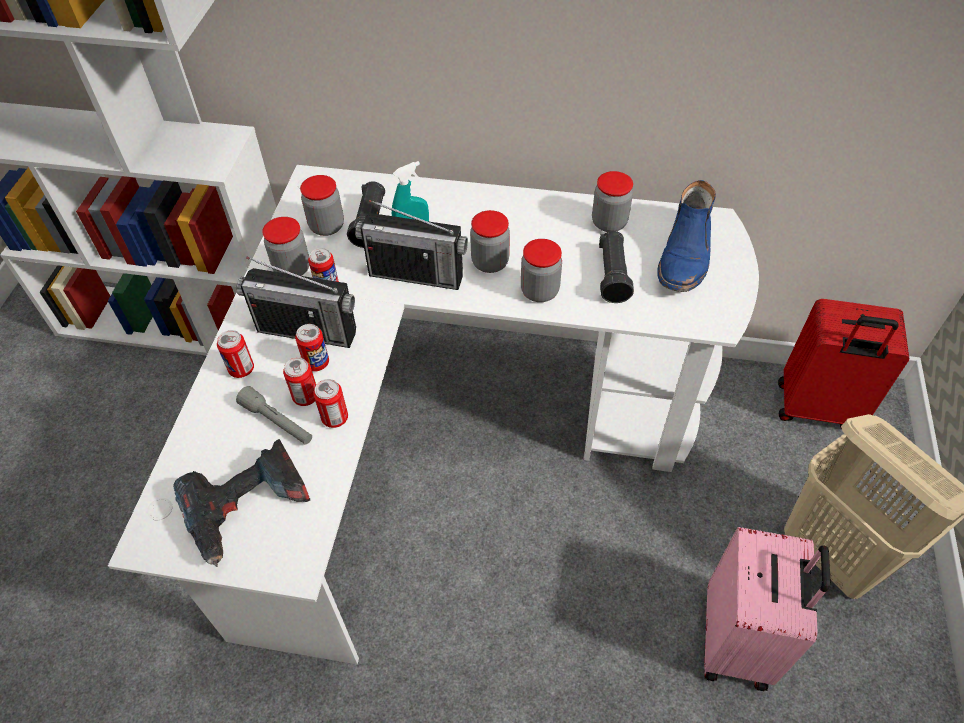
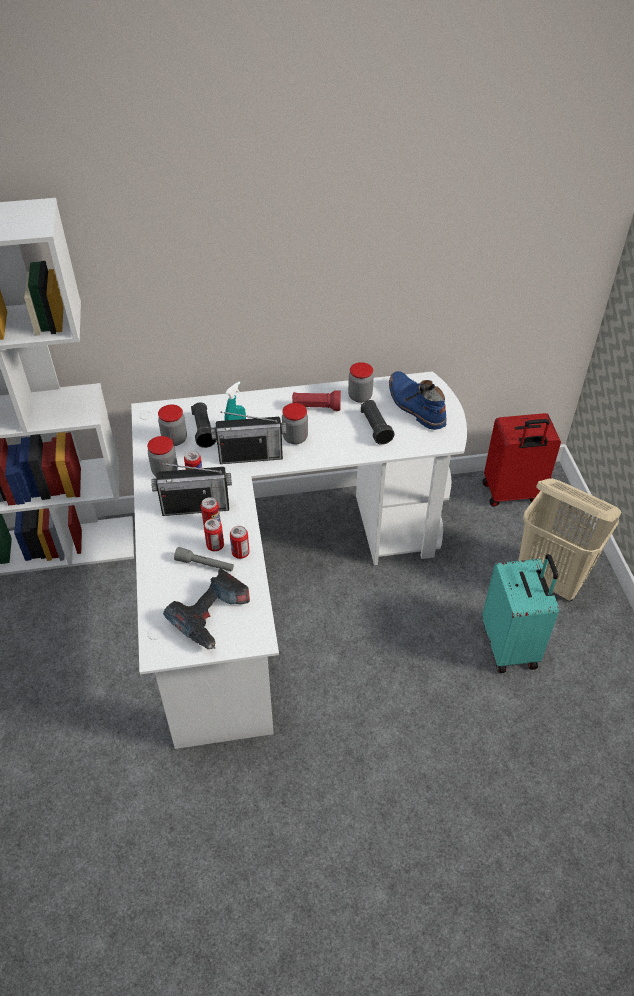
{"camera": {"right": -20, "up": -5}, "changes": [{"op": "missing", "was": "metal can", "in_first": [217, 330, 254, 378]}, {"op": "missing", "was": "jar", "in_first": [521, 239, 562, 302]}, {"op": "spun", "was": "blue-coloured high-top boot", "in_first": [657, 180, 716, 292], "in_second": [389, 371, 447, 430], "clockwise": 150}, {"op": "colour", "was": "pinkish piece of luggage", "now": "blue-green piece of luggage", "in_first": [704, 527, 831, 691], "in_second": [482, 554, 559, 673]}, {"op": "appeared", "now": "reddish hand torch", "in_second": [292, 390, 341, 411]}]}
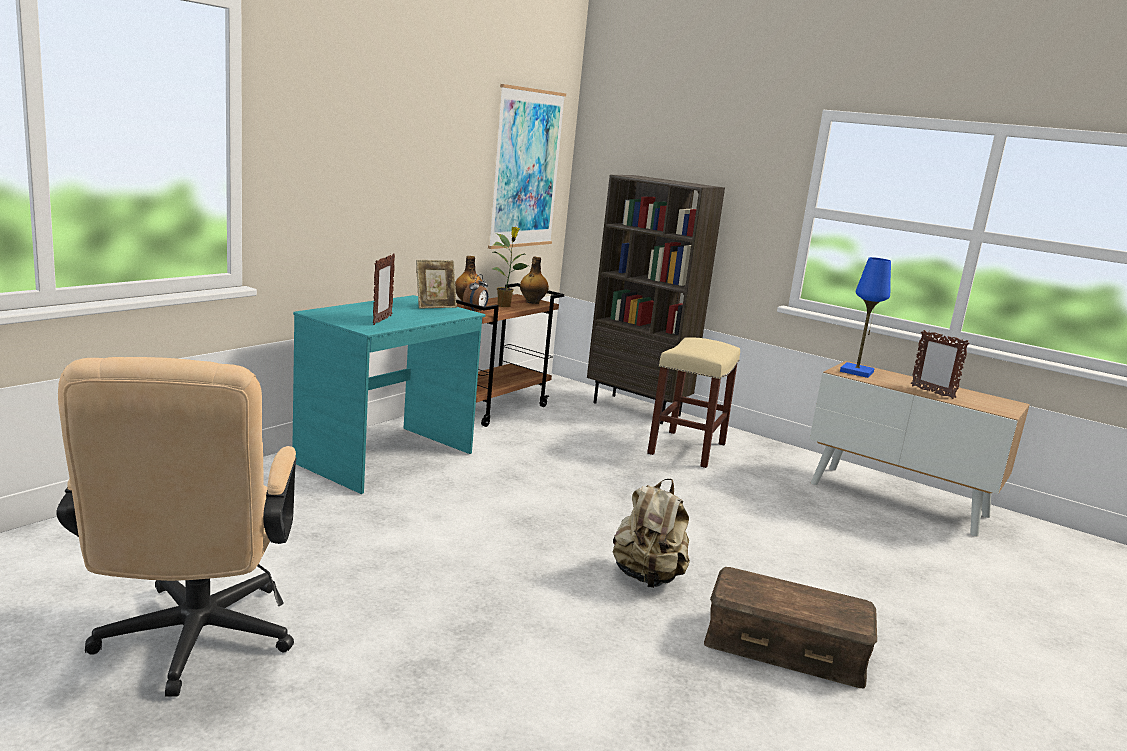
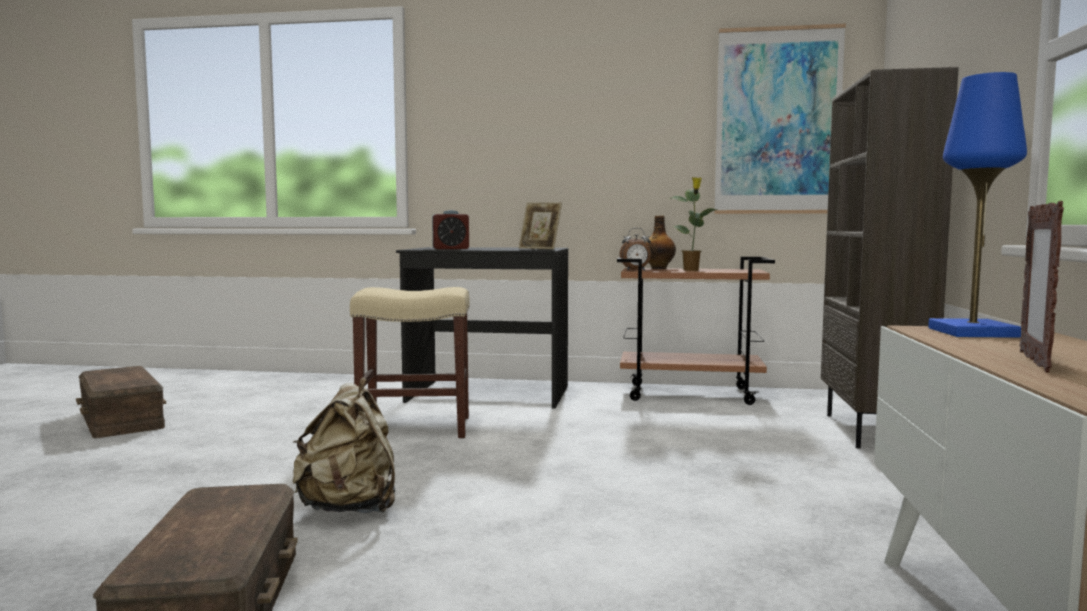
{"camera": {"right": 65, "up": -10}, "changes": [{"op": "exchanged", "was": "beige office chair", "now": "brown-coloured storage bin", "in_first": [56, 357, 296, 697], "in_second": [76, 366, 166, 438]}, {"op": "colour", "was": "blue-green desk unit", "now": "blackish desk unit", "in_first": [292, 295, 485, 494], "in_second": [396, 247, 568, 409]}, {"op": "exchanged", "was": "picture frame", "now": "bedside clock", "in_first": [373, 254, 395, 325], "in_second": [432, 210, 469, 249]}, {"op": "missing", "was": "drink bottle", "in_first": [520, 257, 549, 304]}, {"op": "relocated", "was": "beige stool", "in_first": [647, 337, 740, 468], "in_second": [350, 287, 470, 438]}]}
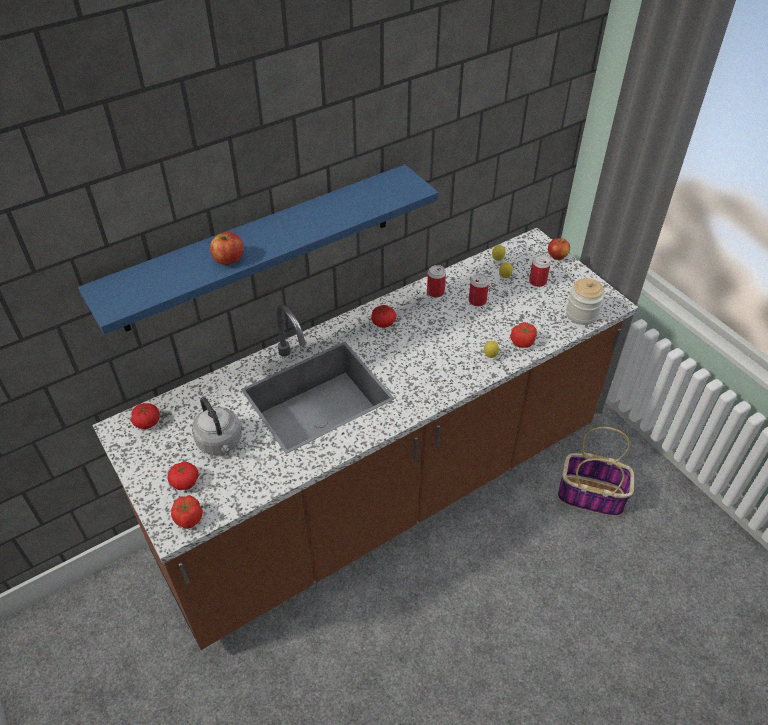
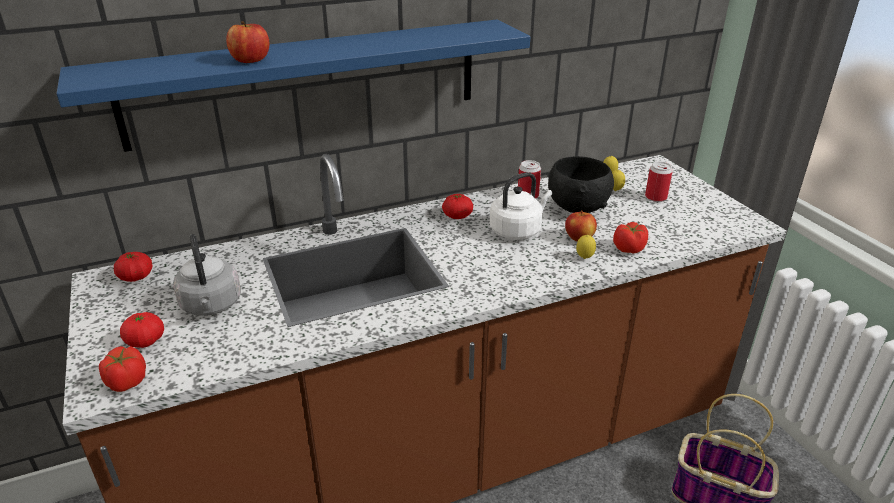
{"camera": {"right": 10, "up": -15}, "changes": [{"op": "exchanged", "was": "metal can", "now": "blackish bowl", "in_first": [469, 274, 489, 306], "in_second": [548, 156, 614, 213]}, {"op": "relocated", "was": "apple fruit", "in_first": [548, 238, 570, 260], "in_second": [565, 210, 597, 242]}, {"op": "missing", "was": "jar", "in_first": [566, 278, 605, 325]}, {"op": "appeared", "now": "whitish kettle", "in_second": [490, 172, 552, 240]}]}
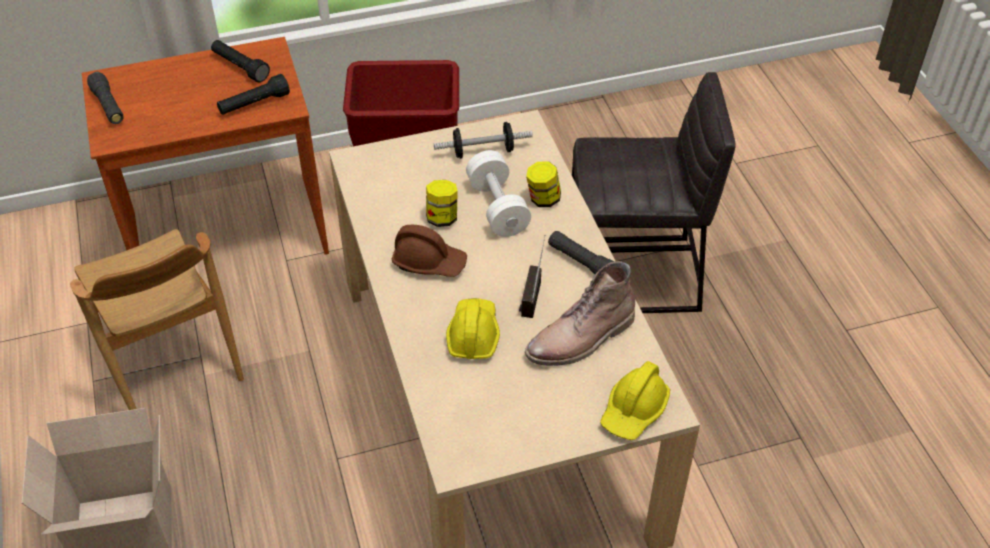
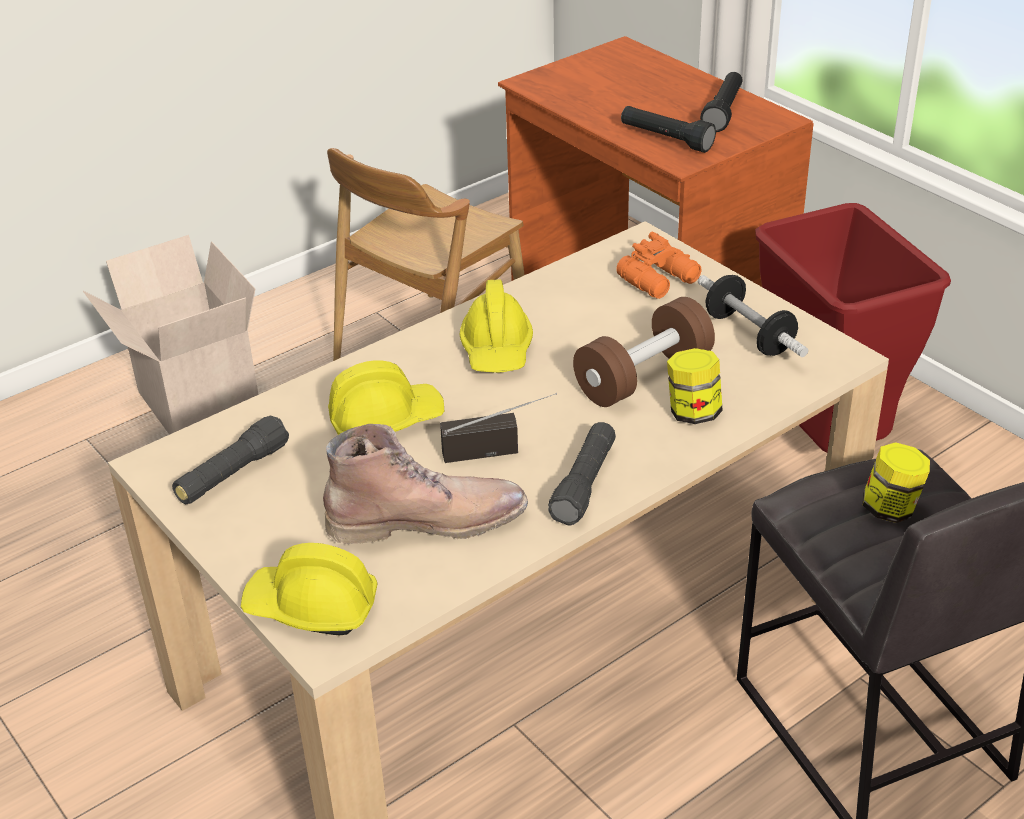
{"camera": {"right": 70, "up": -10}, "changes": [{"op": "relocated", "was": "blackish hand torch", "in_first": [87, 72, 123, 124], "in_second": [172, 415, 289, 504]}, {"op": "colour", "was": "brown-coloured safety helmet", "now": "yellowish safety helmet", "in_first": [392, 225, 467, 277], "in_second": [459, 280, 533, 373]}, {"op": "relocated", "was": "jar", "in_first": [426, 180, 458, 227], "in_second": [862, 442, 930, 523]}, {"op": "colour", "was": "whitish free weight", "now": "brown-coloured free weight", "in_first": [466, 150, 531, 237], "in_second": [573, 297, 715, 407]}, {"op": "spun", "was": "brown-coloured high-top boot", "in_first": [525, 261, 635, 366], "in_second": [323, 424, 528, 544], "clockwise": 135}, {"op": "appeared", "now": "orangey pair of binoculars", "in_second": [616, 232, 702, 299]}]}
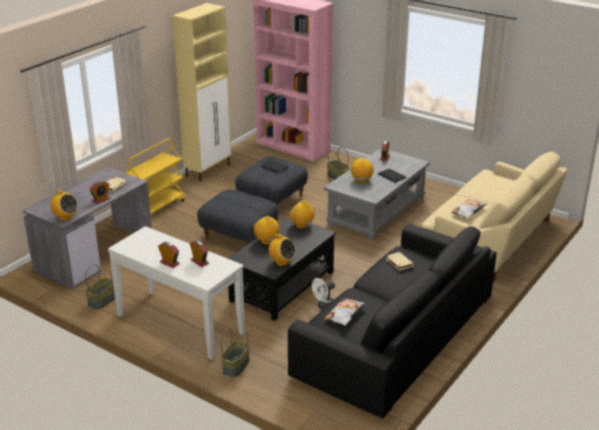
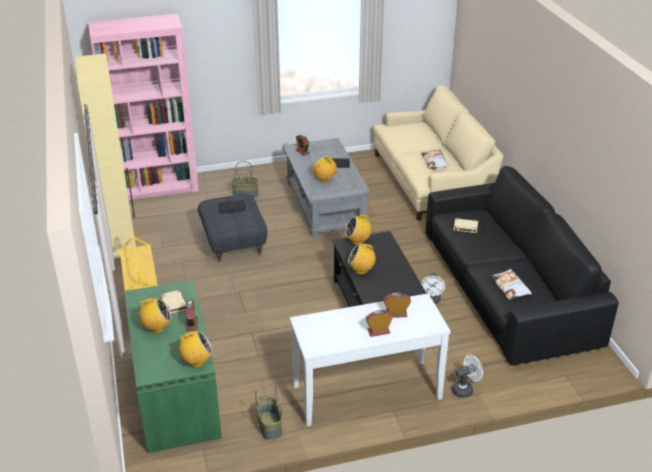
{"camera": {"right": -50, "up": 5}, "changes": [{"op": "colour", "was": "greyish desk unit", "now": "greenish desk unit", "in_first": [22, 167, 152, 289], "in_second": [124, 280, 222, 453]}, {"op": "missing", "was": "greyish ottoman", "in_first": [197, 189, 279, 245]}, {"op": "exchanged", "was": "basket", "now": "whitish fan", "in_first": [221, 328, 250, 378], "in_second": [452, 355, 483, 398]}, {"op": "relocated", "was": "radio set", "in_first": [268, 234, 296, 266], "in_second": [136, 298, 171, 333]}]}
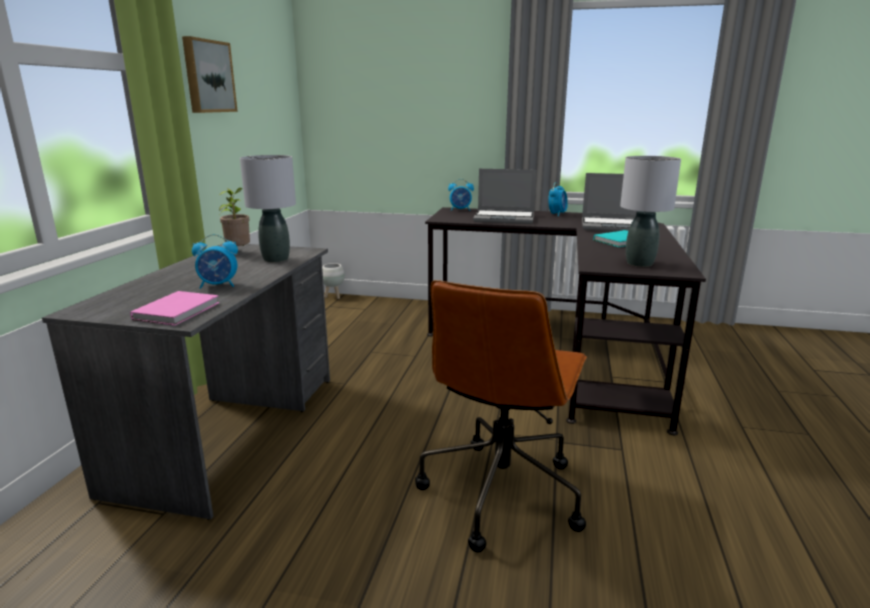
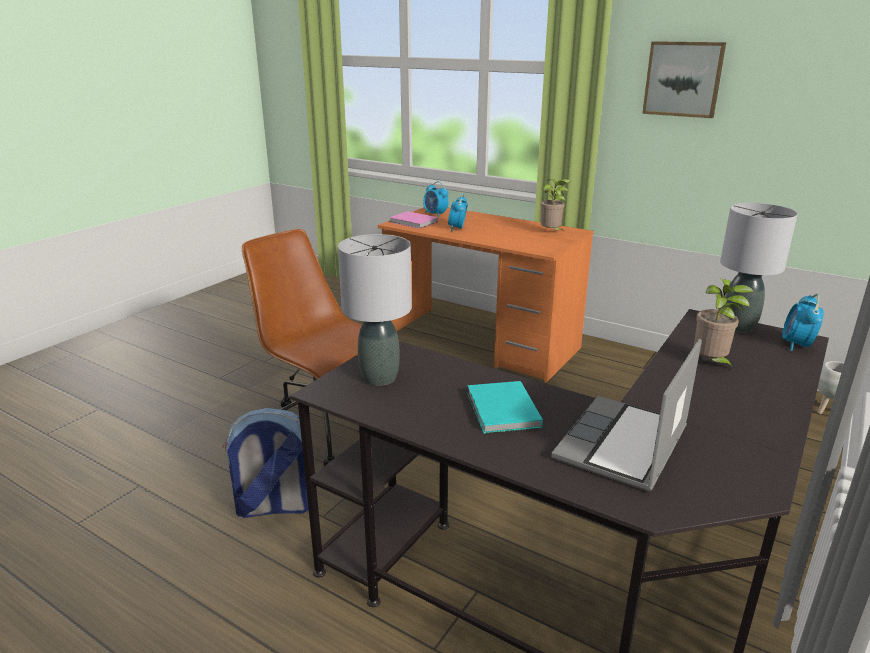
{"camera": {"right": 110, "up": 5}, "changes": [{"op": "colour", "was": "greyish desk unit", "now": "orangey desk unit", "in_first": [42, 244, 330, 520], "in_second": [378, 207, 594, 383]}, {"op": "relocated", "was": "greyish tabletop lamp", "in_first": [240, 155, 296, 262], "in_second": [720, 203, 798, 333]}, {"op": "exchanged", "was": "laptop", "now": "houseplant", "in_first": [473, 169, 536, 224], "in_second": [694, 279, 754, 370]}, {"op": "relocated", "was": "bedside clock", "in_first": [548, 182, 568, 216], "in_second": [423, 181, 449, 217]}, {"op": "appeared", "now": "backpack", "in_second": [222, 408, 309, 518]}]}
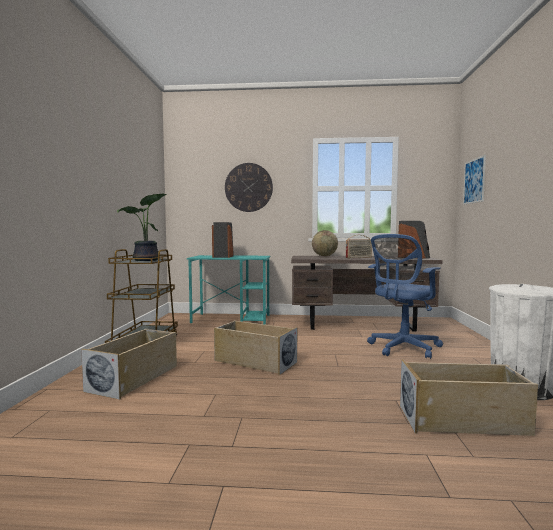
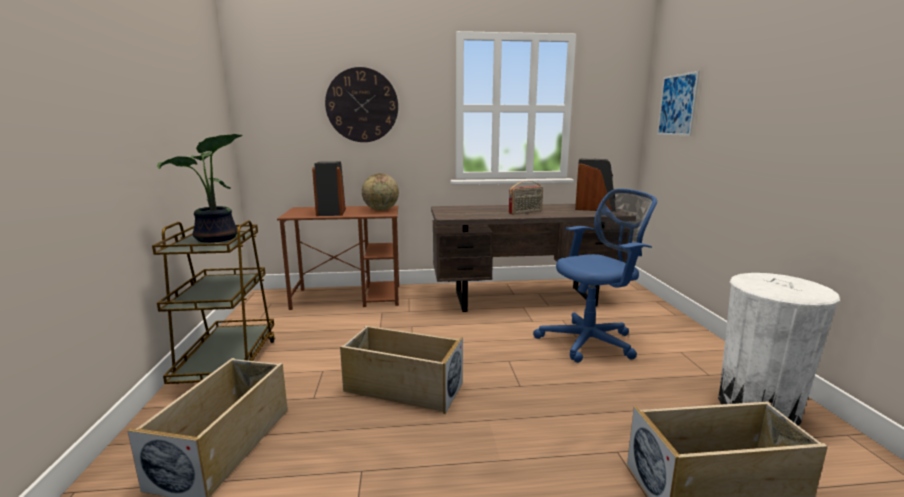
{"camera": {"right": -10, "up": 10}, "changes": [{"op": "colour", "was": "blue-green desk unit", "now": "brown-coloured desk unit", "in_first": [187, 255, 271, 325], "in_second": [277, 205, 399, 310]}, {"op": "relocated", "was": "globe", "in_first": [312, 230, 338, 256], "in_second": [362, 173, 399, 211]}, {"op": "spun", "was": "blue-coloured office chair", "in_first": [367, 234, 443, 359], "in_second": [533, 189, 657, 363], "clockwise": -150}]}
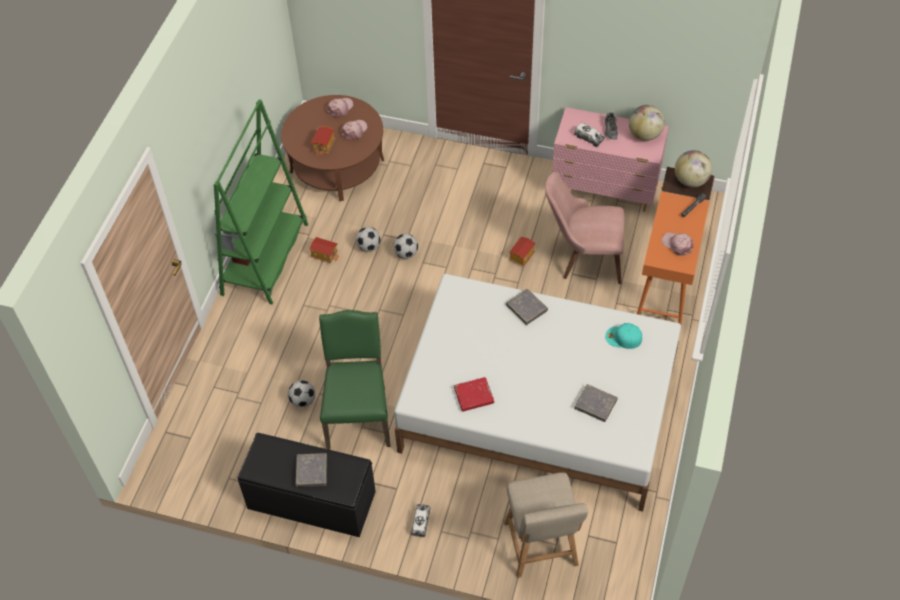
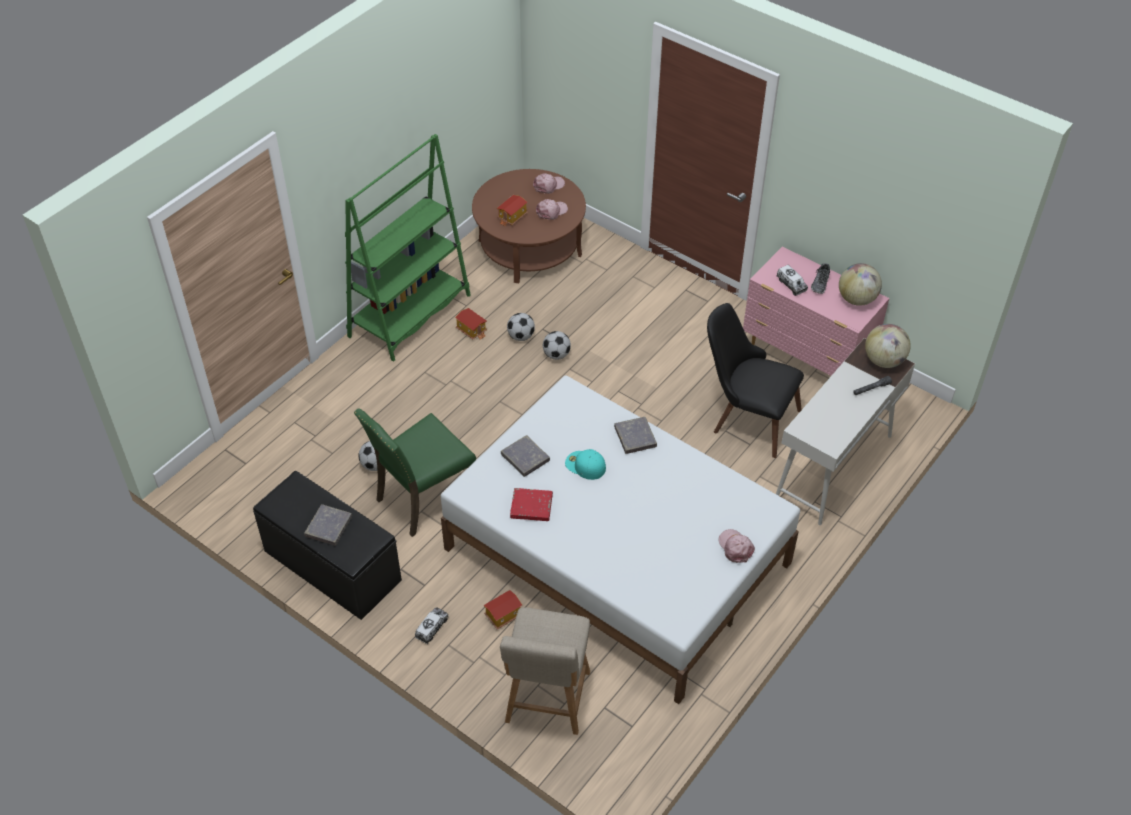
{"camera": {"right": 20, "up": -5}, "changes": [{"op": "spun", "was": "greenish chair", "in_first": [319, 310, 390, 450], "in_second": [354, 408, 476, 537], "clockwise": -150}, {"op": "relocated", "was": "miniature house", "in_first": [509, 237, 536, 267], "in_second": [484, 590, 522, 629]}, {"op": "colour", "was": "pinkish chair", "now": "blackish chair", "in_first": [545, 172, 624, 284], "in_second": [707, 303, 804, 458]}, {"op": "relocated", "was": "greyish bound book", "in_first": [574, 384, 618, 422], "in_second": [501, 435, 550, 477]}, {"op": "relocated", "was": "blue-green peaked cap", "in_first": [605, 323, 642, 349], "in_second": [565, 449, 606, 480]}, {"op": "colour", "was": "orangey desk unit", "now": "whitish desk unit", "in_first": [637, 167, 715, 324], "in_second": [776, 338, 915, 525]}, {"op": "relocated", "was": "pinkish peaked cap", "in_first": [662, 232, 693, 256], "in_second": [718, 529, 755, 563]}]}
